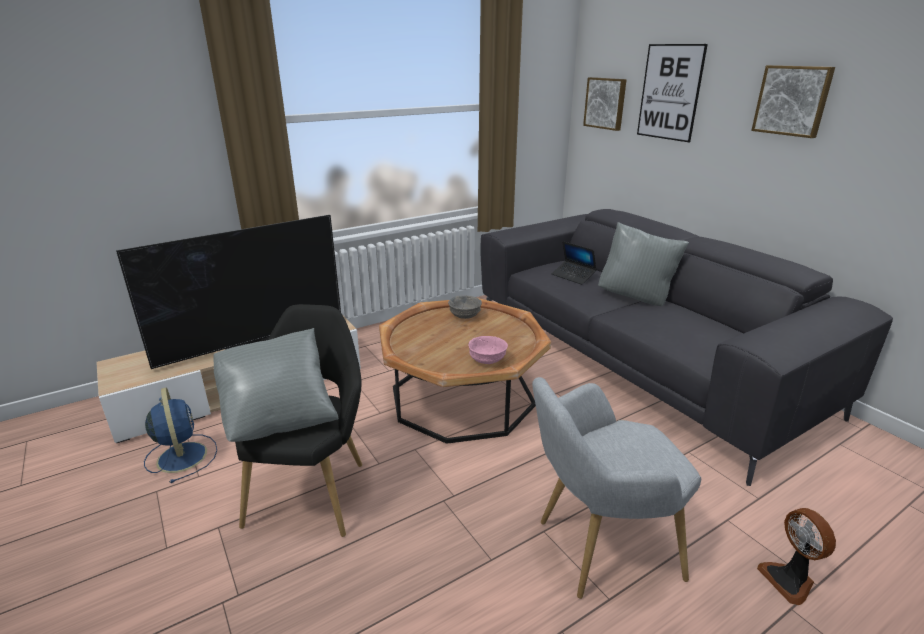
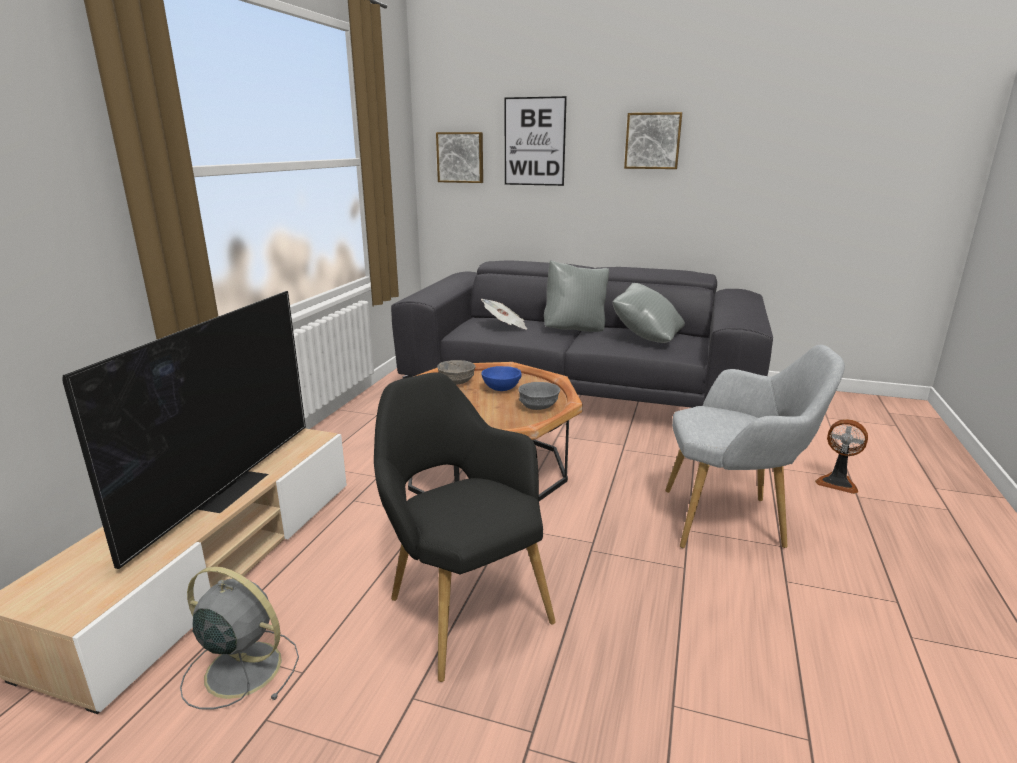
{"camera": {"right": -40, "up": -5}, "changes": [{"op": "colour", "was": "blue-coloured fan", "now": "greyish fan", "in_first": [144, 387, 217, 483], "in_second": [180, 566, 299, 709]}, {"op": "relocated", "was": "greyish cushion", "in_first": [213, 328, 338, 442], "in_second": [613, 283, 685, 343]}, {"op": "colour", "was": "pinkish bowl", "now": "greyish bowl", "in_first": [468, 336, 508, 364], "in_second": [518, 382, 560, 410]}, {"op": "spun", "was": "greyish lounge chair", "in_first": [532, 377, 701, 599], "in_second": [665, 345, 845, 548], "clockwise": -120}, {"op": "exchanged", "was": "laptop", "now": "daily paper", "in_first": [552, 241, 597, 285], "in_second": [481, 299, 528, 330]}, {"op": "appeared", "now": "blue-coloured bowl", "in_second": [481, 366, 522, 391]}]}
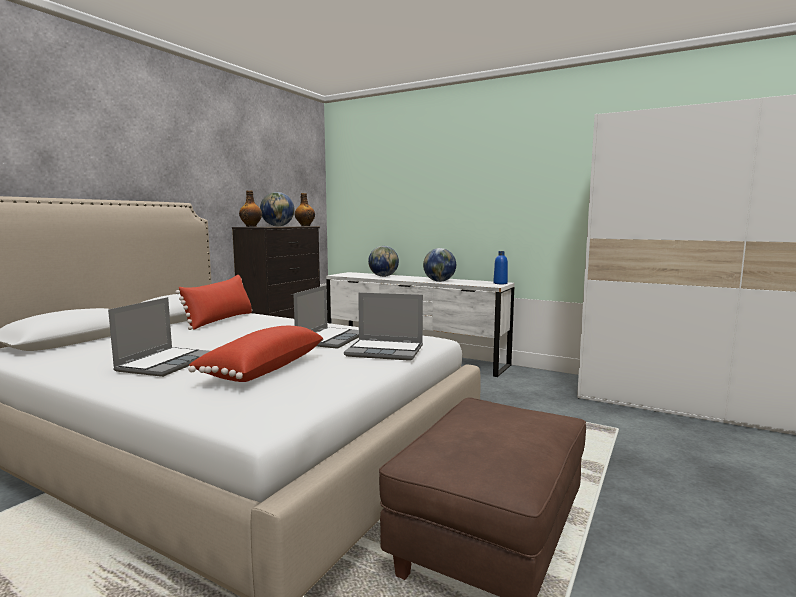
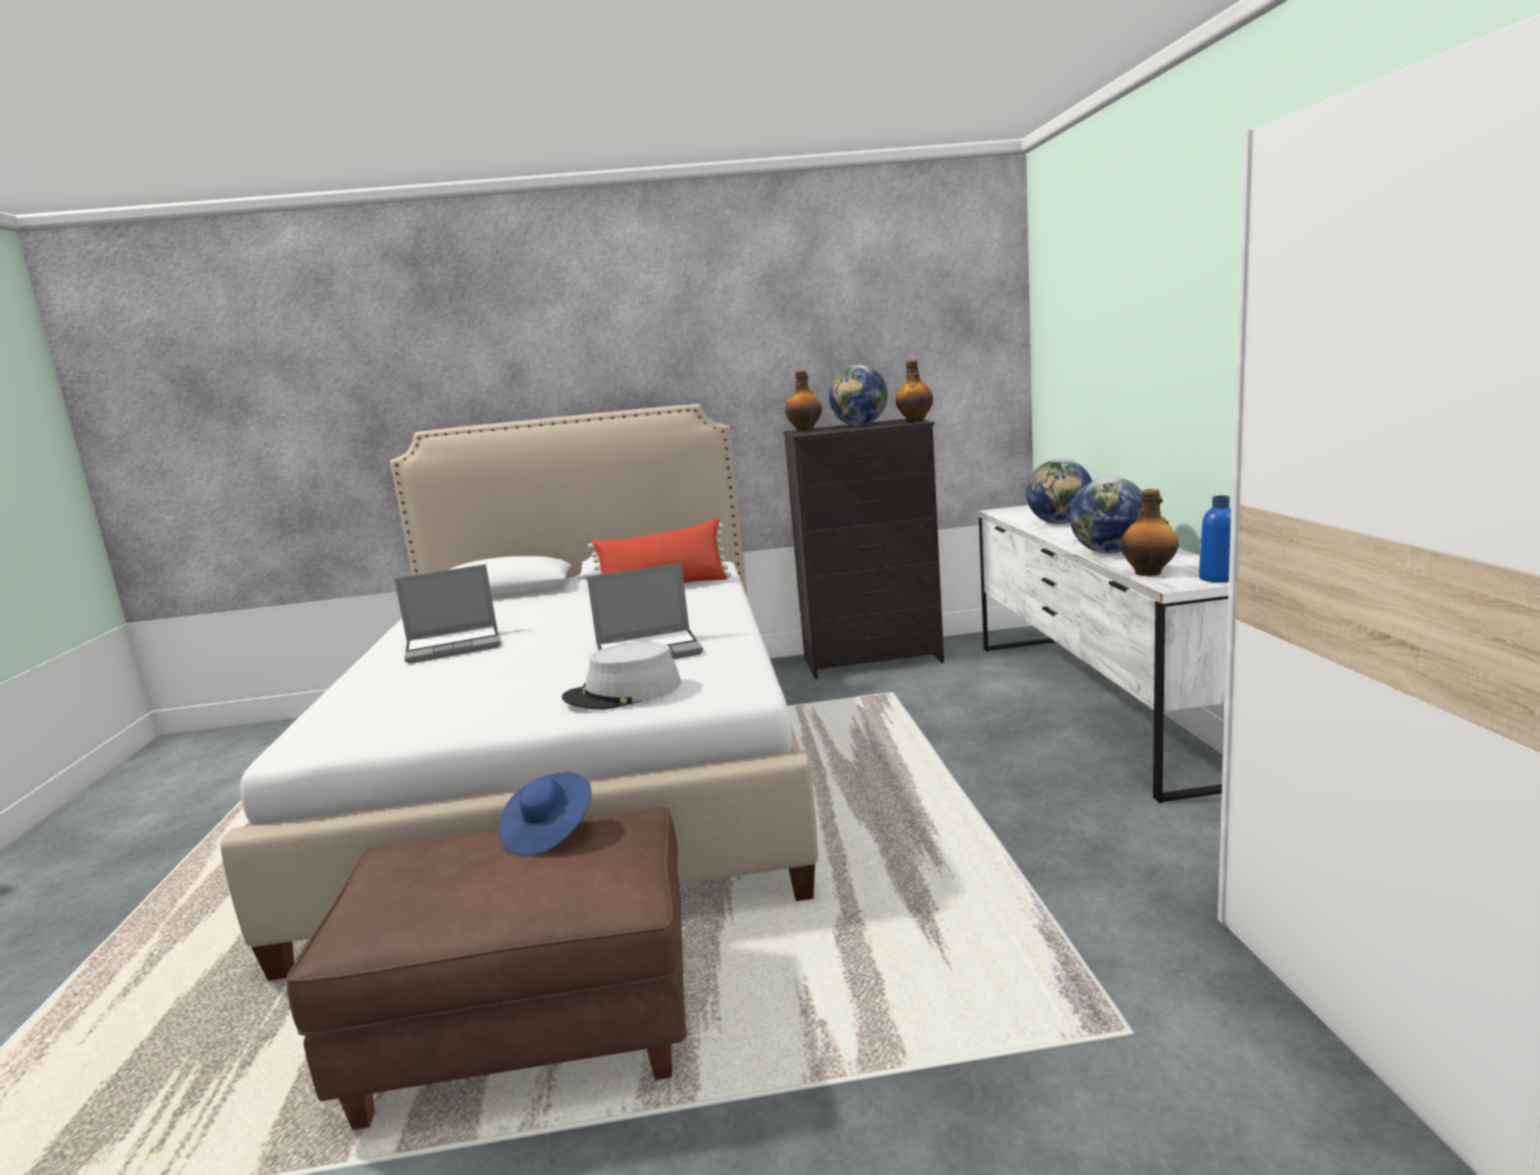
{"camera": {"right": 55, "up": 5}, "changes": [{"op": "missing", "was": "reddish cushion", "in_first": [189, 326, 323, 382]}, {"op": "exchanged", "was": "laptop", "now": "greyish clothing hat", "in_first": [344, 293, 423, 361], "in_second": [562, 642, 681, 710]}, {"op": "appeared", "now": "blue-coloured clothing hat", "in_second": [499, 772, 591, 856]}, {"op": "appeared", "now": "drink bottle", "in_second": [1121, 489, 1179, 576]}]}
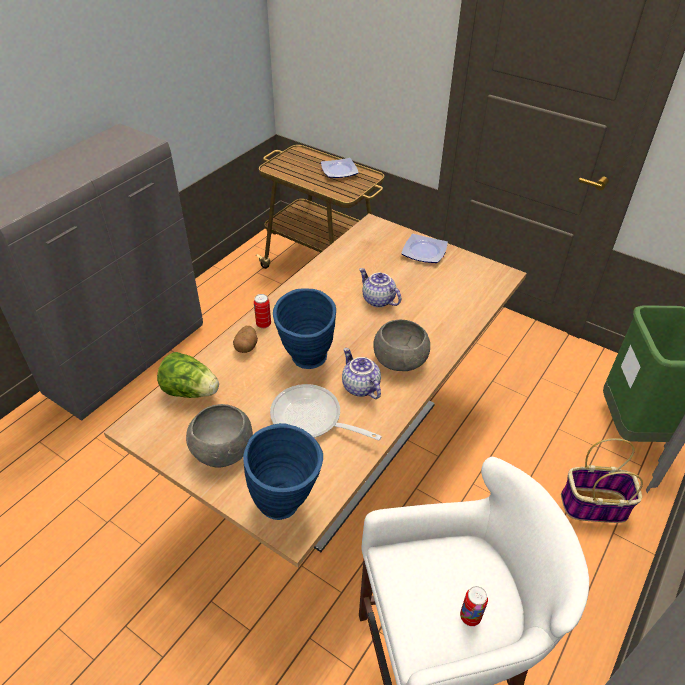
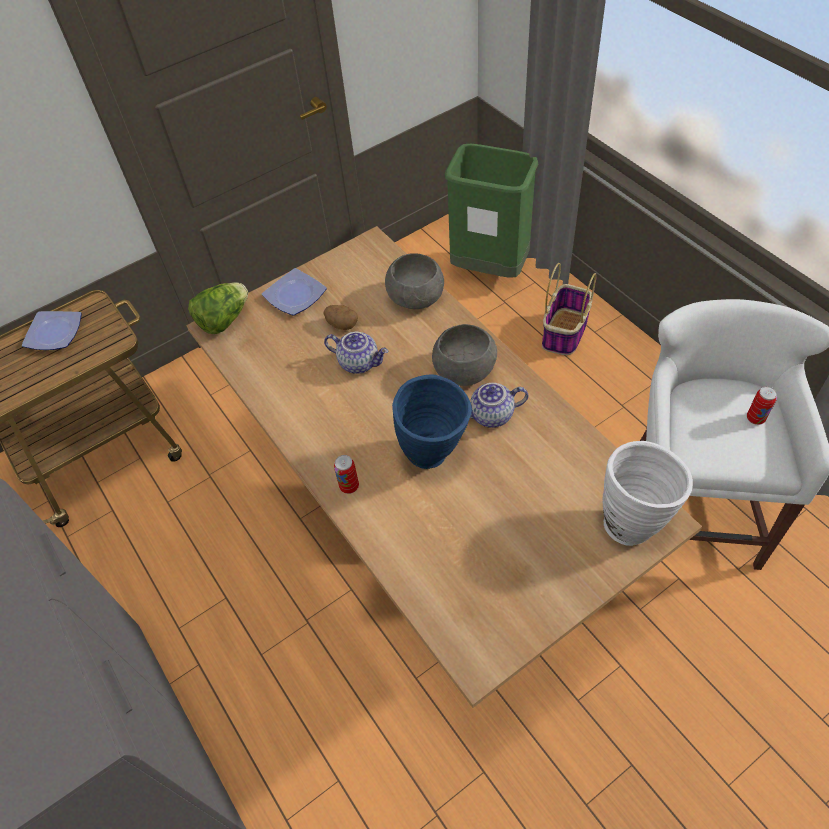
{"camera": {"right": -65, "up": 10}, "changes": [{"op": "relocated", "was": "lettuce", "in_first": [157, 352, 219, 398], "in_second": [188, 282, 248, 334]}, {"op": "relocated", "was": "greyish bowl", "in_first": [186, 404, 253, 468], "in_second": [385, 253, 444, 309]}, {"op": "relocated", "was": "potato", "in_first": [233, 326, 258, 353], "in_second": [323, 305, 358, 330]}, {"op": "colour", "was": "blue-coloured flower vase", "now": "whitish flower vase", "in_first": [243, 423, 323, 520], "in_second": [603, 441, 693, 546]}, {"op": "missing", "was": "pan", "in_first": [270, 384, 382, 441]}, {"op": "spun", "was": "tea pot", "in_first": [359, 268, 401, 307], "in_second": [324, 332, 388, 374], "clockwise": -135}]}
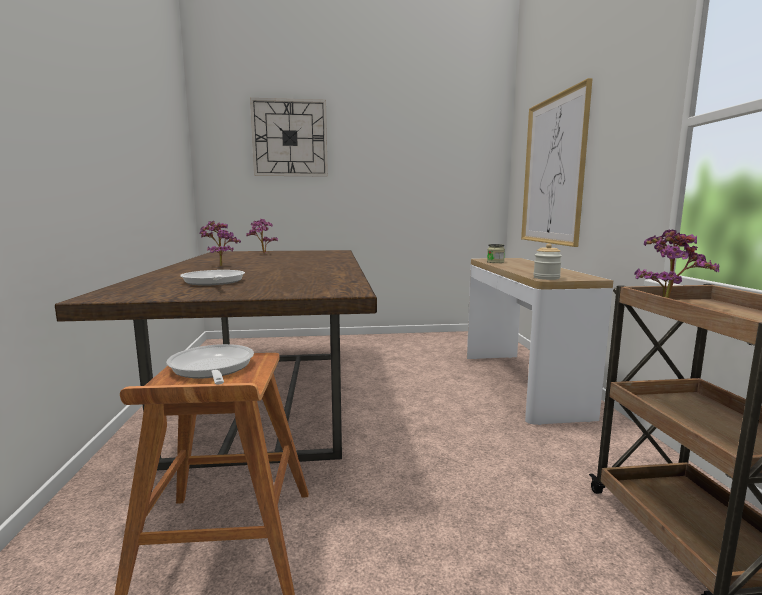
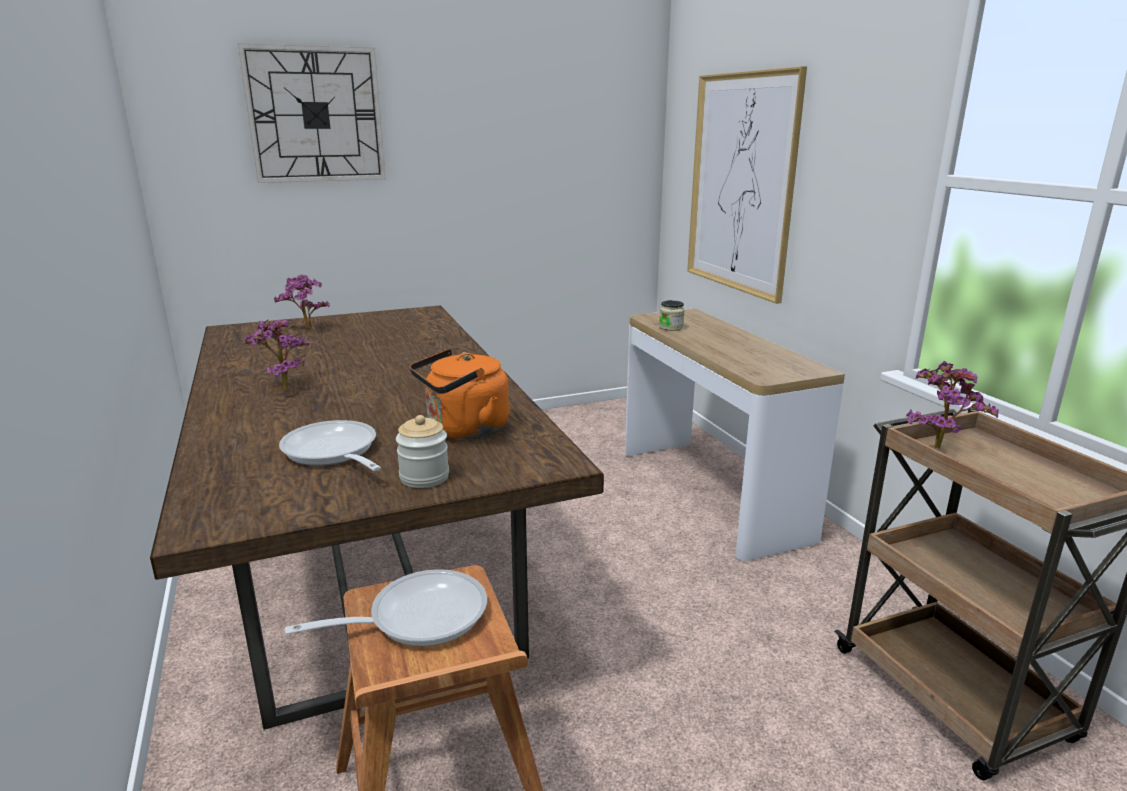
{"camera": {"right": -15, "up": 10}, "changes": [{"op": "spun", "was": "pan", "in_first": [166, 344, 254, 385], "in_second": [285, 569, 487, 647], "clockwise": 105}, {"op": "relocated", "was": "jar", "in_first": [533, 244, 562, 280], "in_second": [396, 415, 449, 488]}, {"op": "appeared", "now": "orangey kettle", "in_second": [410, 349, 509, 439]}]}
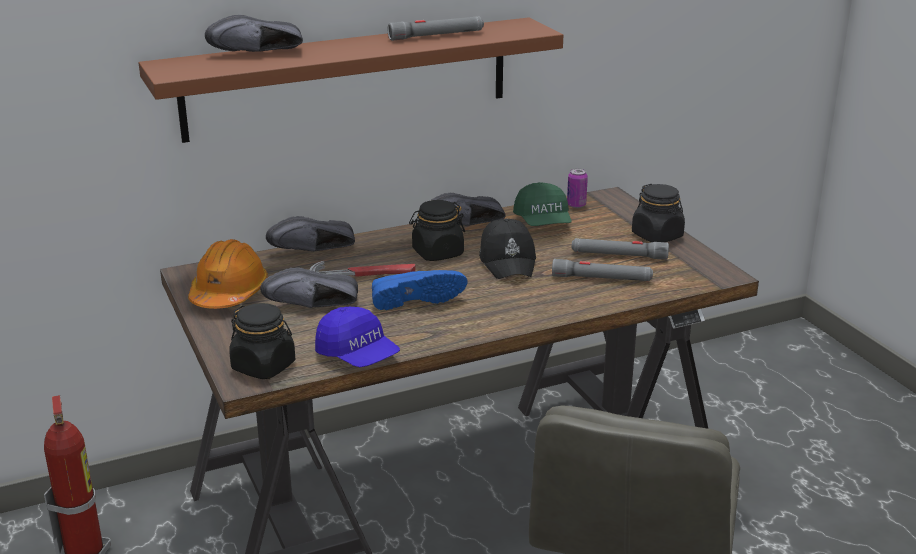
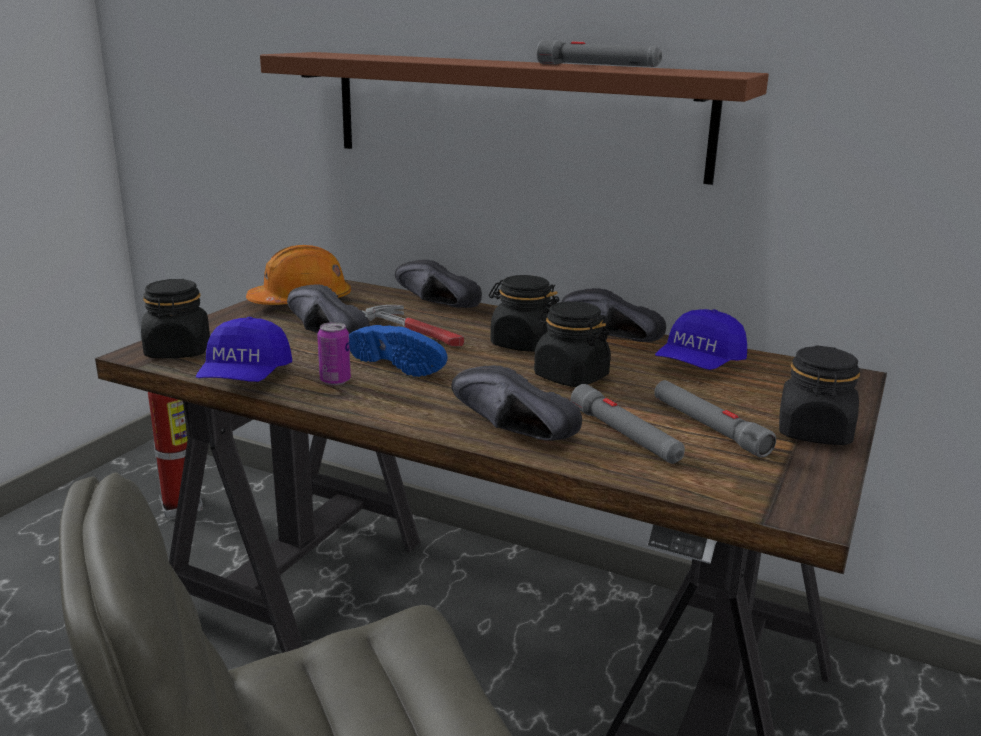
{"camera": {"right": 50, "up": -5}, "changes": [{"op": "relocated", "was": "blackish low shoe", "in_first": [205, 15, 303, 52], "in_second": [451, 365, 582, 441]}, {"op": "exchanged", "was": "blackish peaked cap", "now": "blackish jar", "in_first": [479, 219, 536, 279], "in_second": [534, 301, 611, 387]}, {"op": "colour", "was": "greenish peaked cap", "now": "blue-coloured peaked cap", "in_first": [513, 182, 571, 226], "in_second": [655, 309, 747, 370]}, {"op": "relocated", "was": "metal can", "in_first": [567, 168, 588, 208], "in_second": [317, 322, 351, 385]}]}
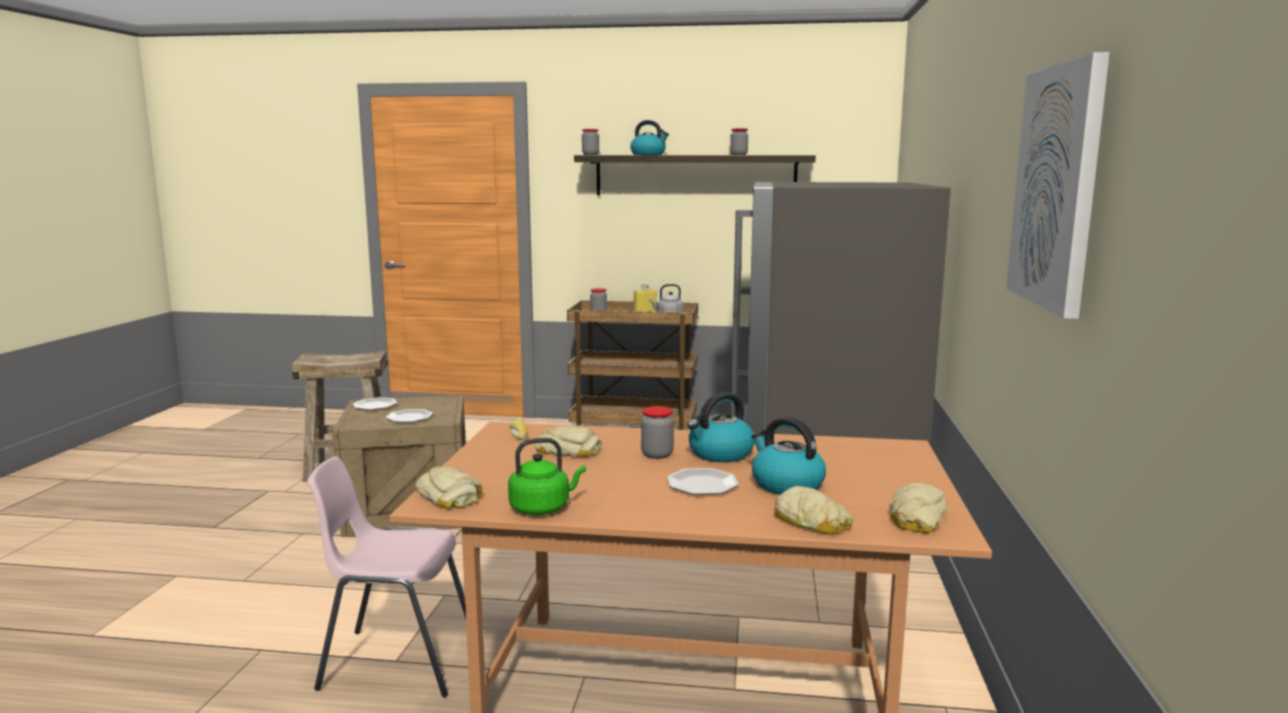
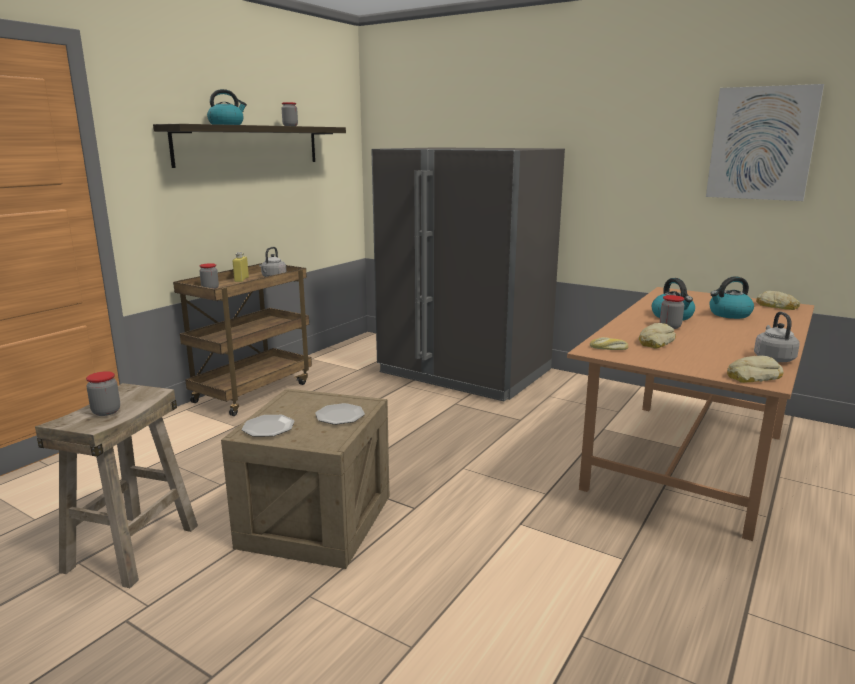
{"camera": {"right": -65, "up": 5}, "changes": [{"op": "missing", "was": "pinkish chair", "in_first": [308, 457, 466, 697]}, {"op": "colour", "was": "greenish kettle", "now": "greyish kettle", "in_first": [508, 438, 586, 515], "in_second": [754, 312, 800, 362]}, {"op": "relocated", "was": "jar", "in_first": [582, 129, 599, 155], "in_second": [86, 371, 120, 416]}, {"op": "missing", "was": "flat dish", "in_first": [667, 468, 739, 495]}, {"op": "missing", "was": "baked bread", "in_first": [774, 486, 853, 534]}]}
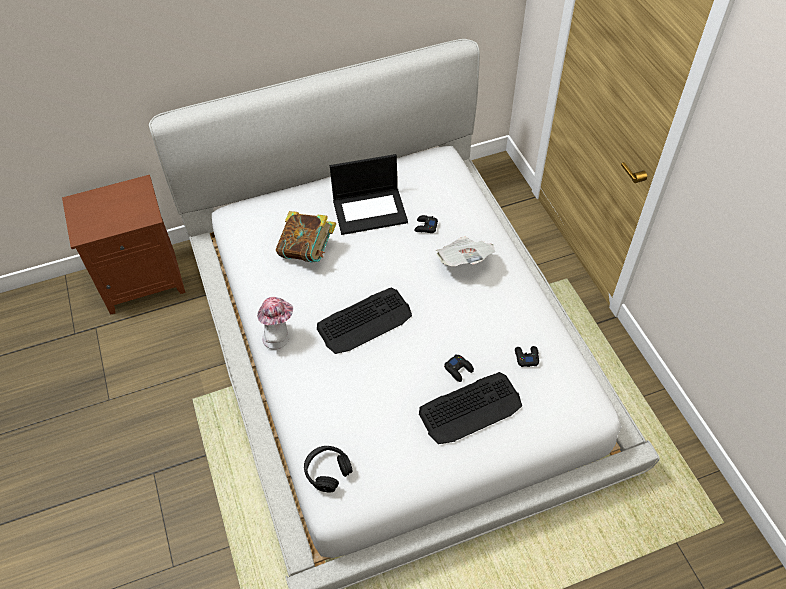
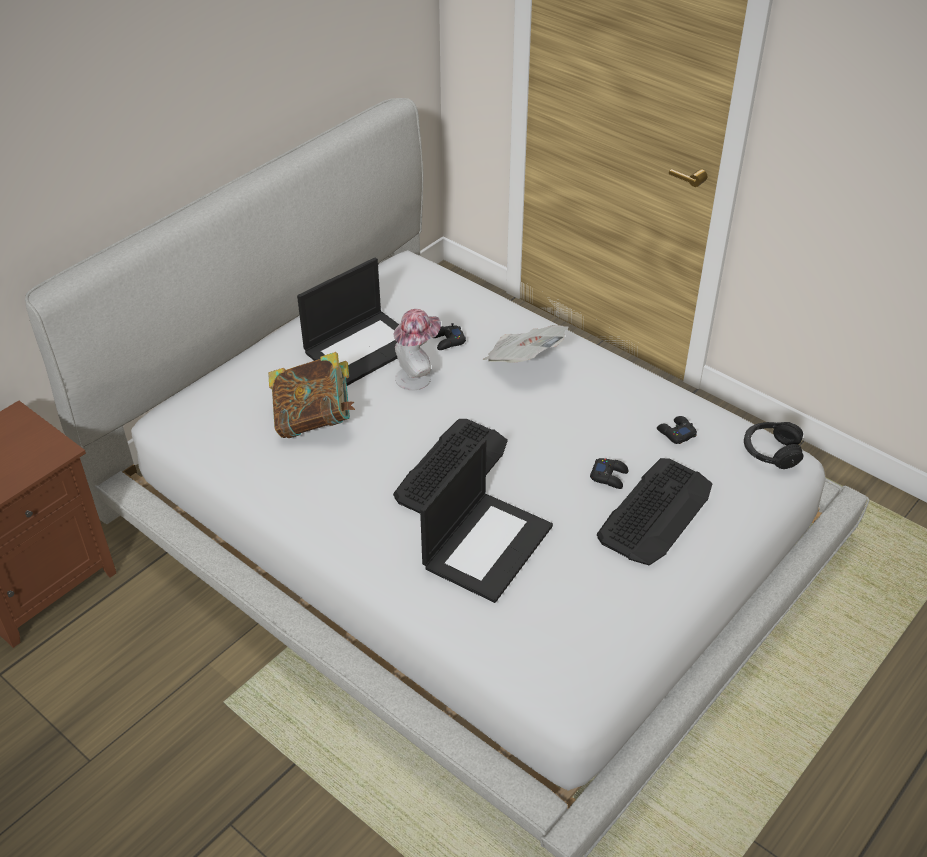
{"camera": {"right": -30, "up": -10}, "changes": [{"op": "relocated", "was": "clothing hat", "in_first": [257, 297, 293, 349], "in_second": [394, 309, 441, 391]}, {"op": "relocated", "was": "blackish headset", "in_first": [304, 446, 353, 492], "in_second": [744, 422, 803, 469]}, {"op": "appeared", "now": "laptop", "in_second": [420, 438, 553, 603]}]}
